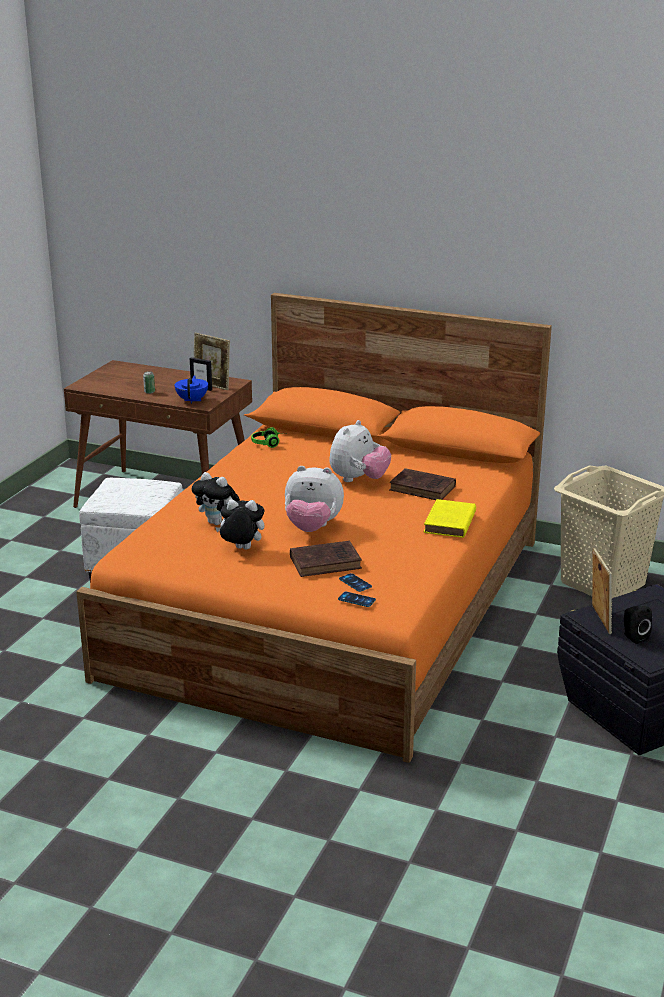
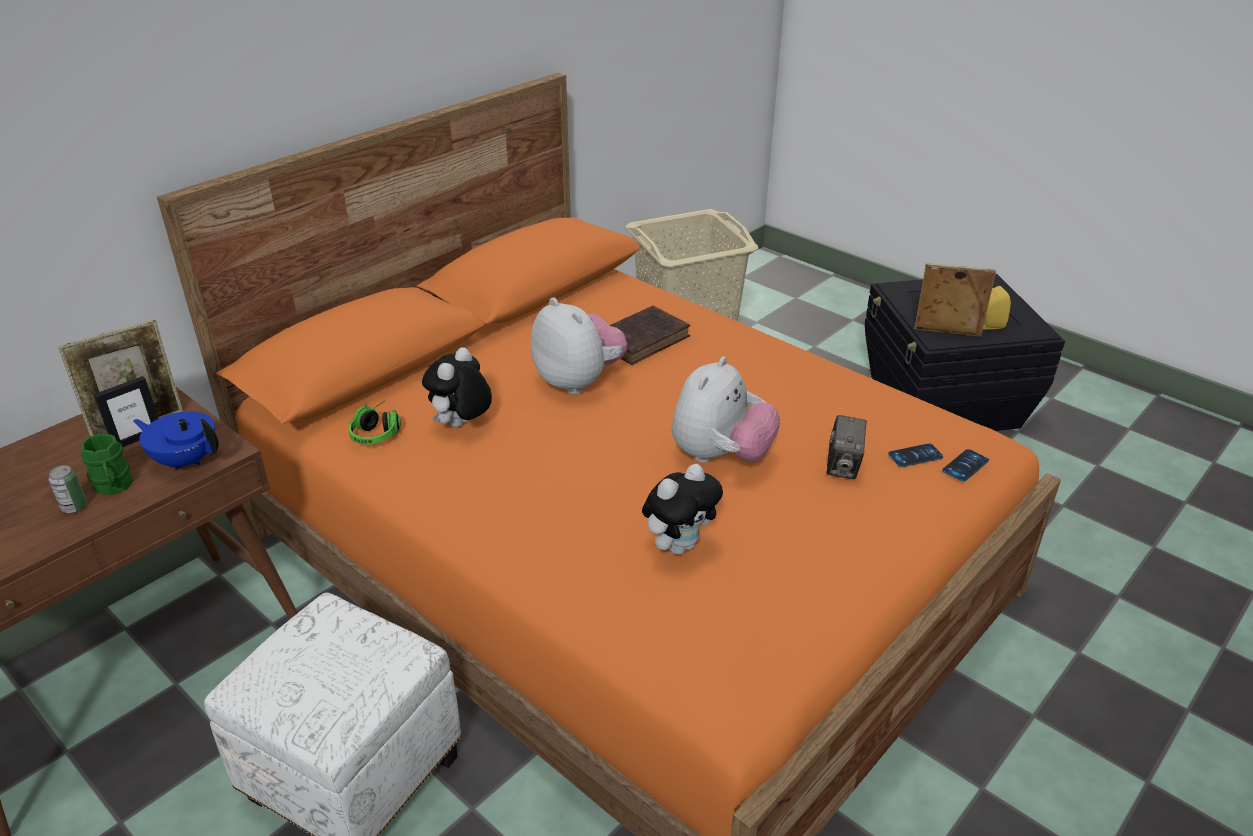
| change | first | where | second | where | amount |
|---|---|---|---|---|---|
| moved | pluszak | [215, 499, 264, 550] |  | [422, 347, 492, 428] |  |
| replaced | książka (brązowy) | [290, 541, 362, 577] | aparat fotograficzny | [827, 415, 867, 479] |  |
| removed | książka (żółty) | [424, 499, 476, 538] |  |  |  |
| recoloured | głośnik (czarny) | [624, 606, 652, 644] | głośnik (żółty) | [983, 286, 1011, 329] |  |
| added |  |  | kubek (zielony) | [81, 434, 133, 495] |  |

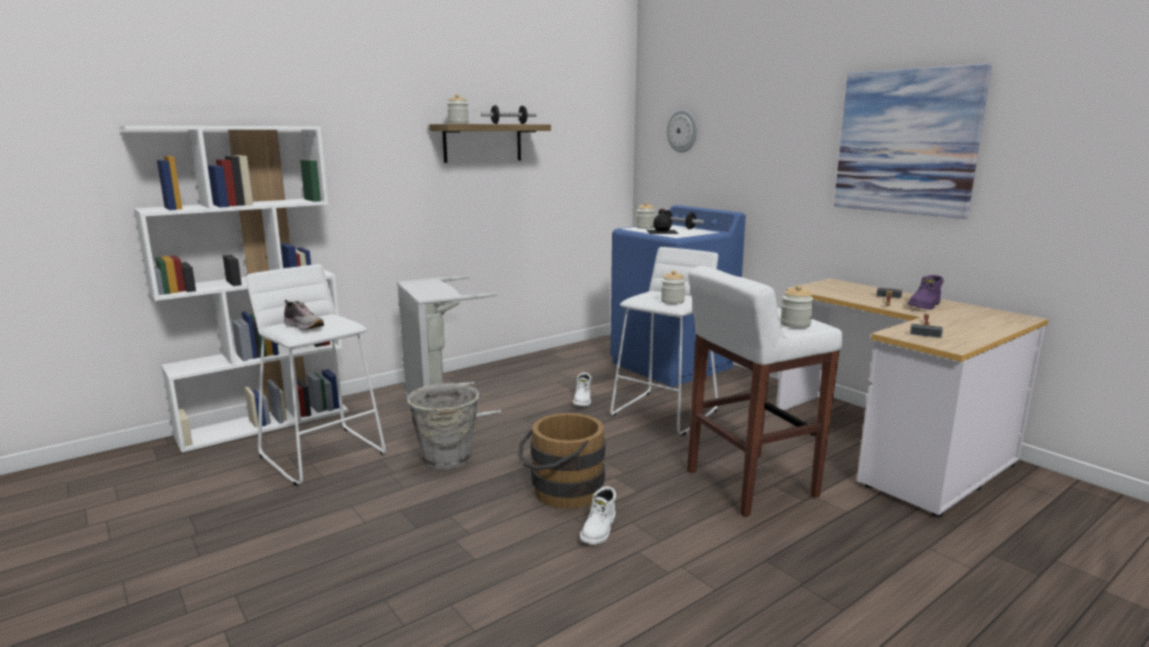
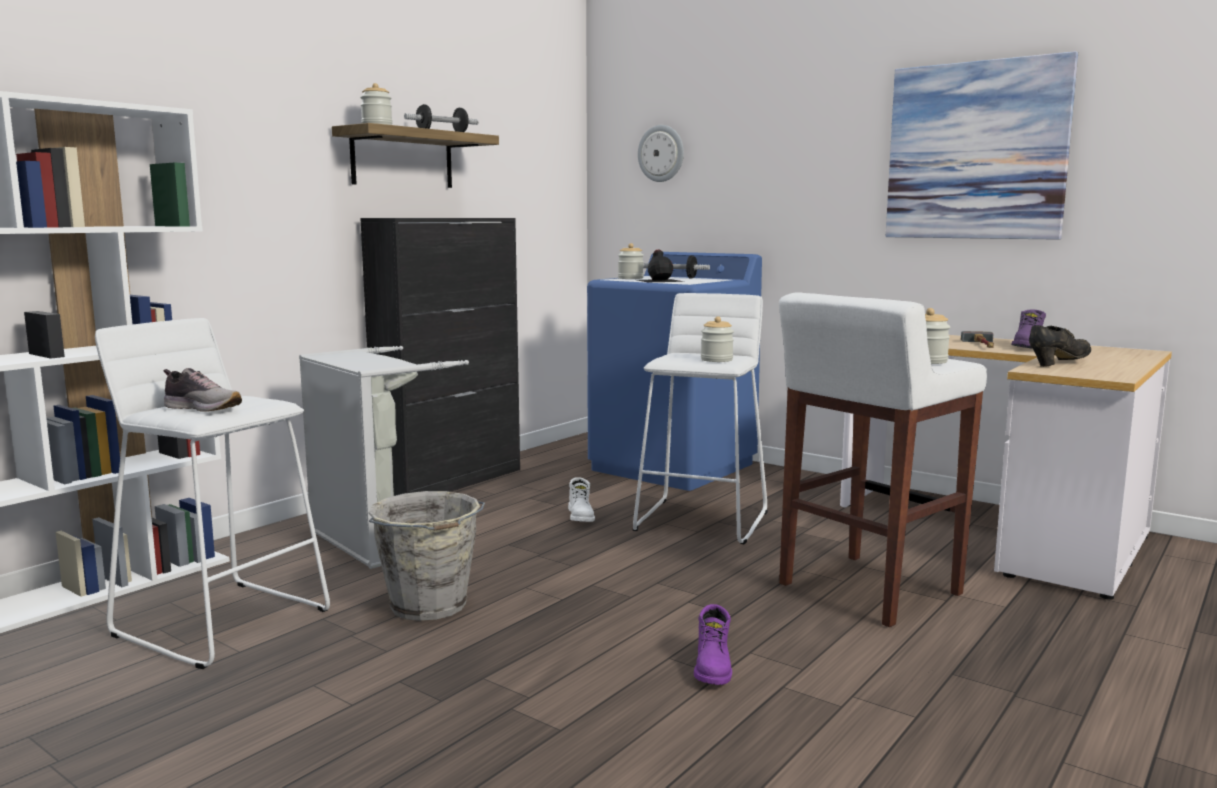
| change | first | where | second | where | amount |
|---|---|---|---|---|---|
| removed | wiadro (brązowy) | [518, 413, 605, 509] |  |  |  |
| recoloured | but z cholewką (biały) | [580, 486, 616, 545] | but z cholewką (fioletowy) | [694, 604, 732, 685] |  |
| replaced | młotek | [910, 314, 943, 338] | but (czarny) | [1029, 325, 1091, 367] |  |
| added |  |  | szafka (czarny) | [360, 218, 520, 496] |  |

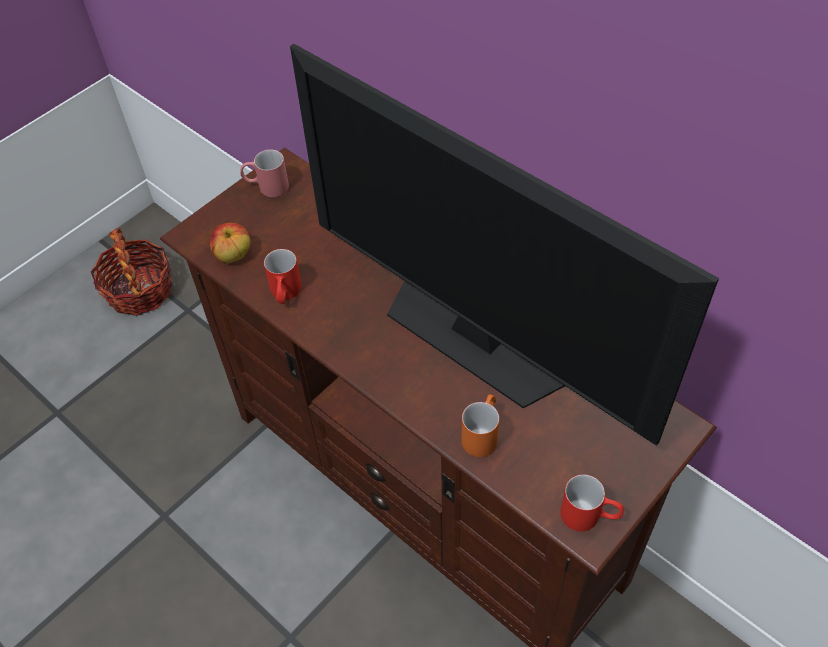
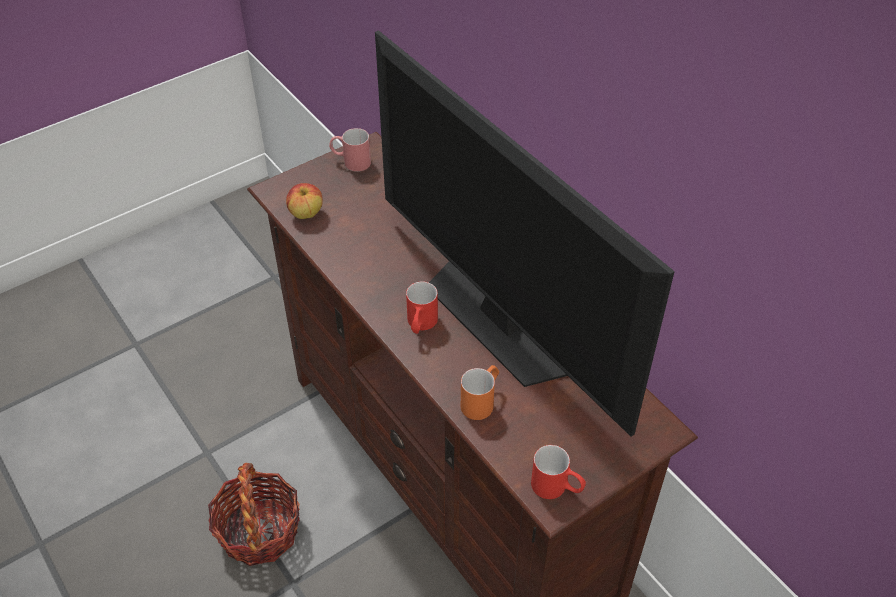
| change | first | where | second | where | amount |
|---|---|---|---|---|---|
| moved | koszyk | [91, 227, 172, 316] |  | [208, 463, 300, 566] |  |
| moved | kubek (czerwony) | [264, 249, 302, 304] |  | [406, 281, 438, 334] |  |

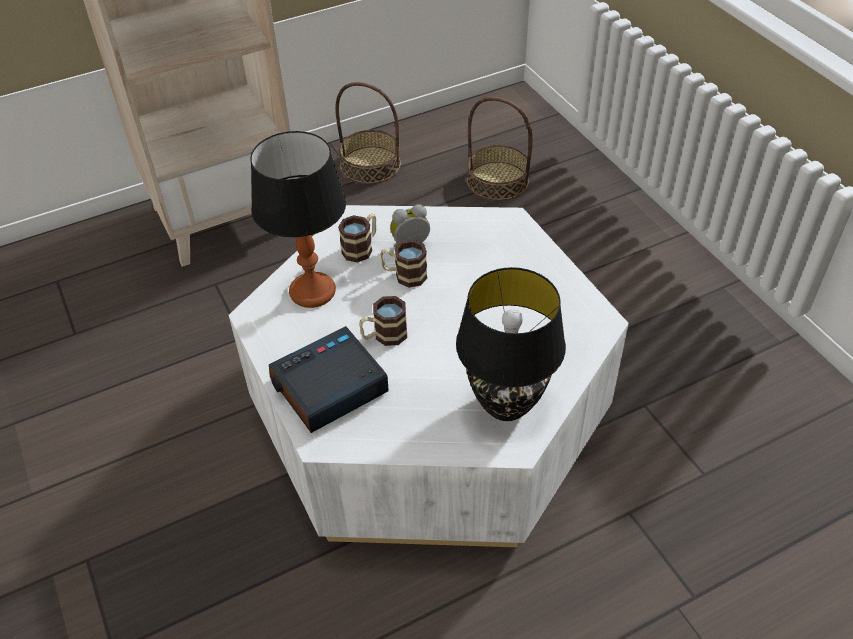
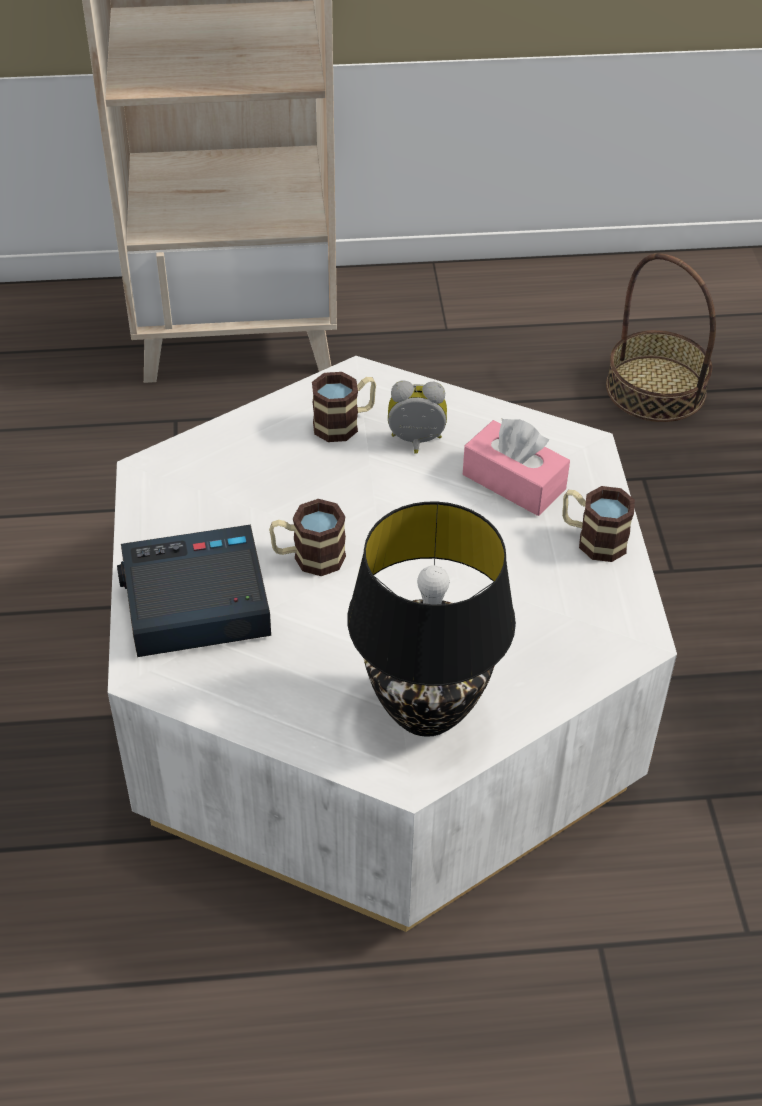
| change | first | where | second | where | amount |
|---|---|---|---|---|---|
| removed | lampa stołowa | [250, 131, 346, 308] |  |  |  |
| removed | koszyk | [335, 82, 401, 184] |  |  |  |
| moved | kubek | [380, 239, 427, 288] |  | [562, 486, 635, 562] |  |
| added |  |  | pudełko chusteczek (różowy) | [463, 418, 570, 516] |  |

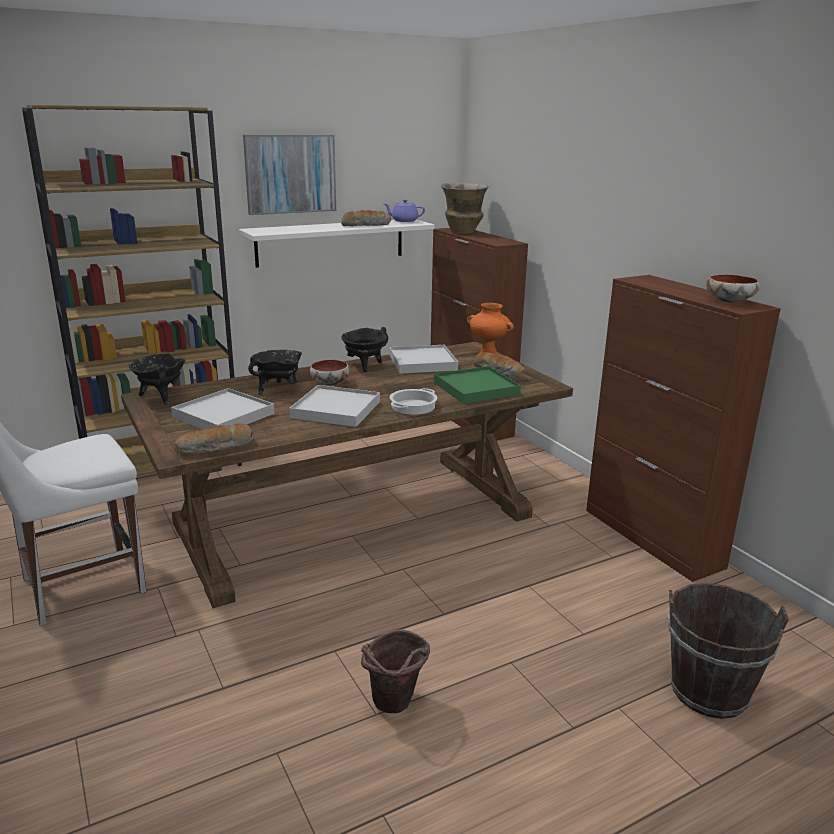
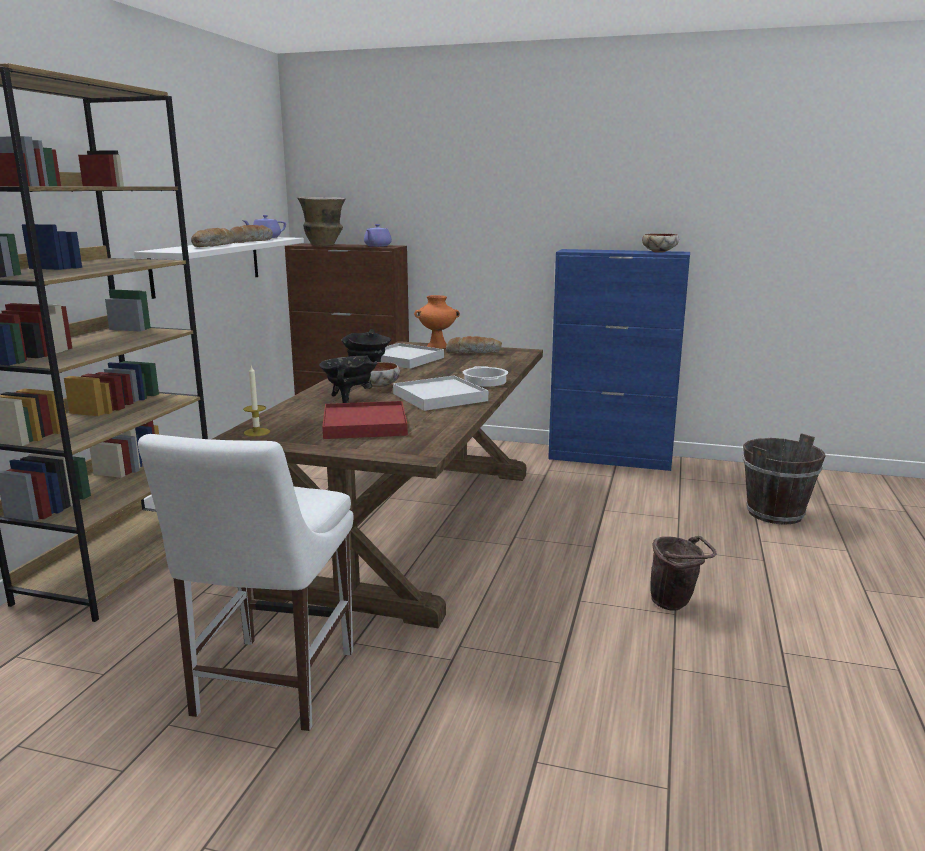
| change | first | where | second | where | amount |
|---|---|---|---|---|---|
| replaced | garnek (czarny) | [129, 353, 185, 404] | świeca | [243, 366, 270, 437] |  |
| recoloured | taca (biały) | [171, 388, 274, 429] | taca (czerwony) | [322, 401, 408, 439] |  |
| moved | chleb | [175, 424, 254, 454] |  | [191, 228, 234, 247] |  |
| removed | obraz | [243, 135, 336, 215] |  |  |  |
| removed | taca (zielony) | [434, 366, 521, 404] |  |  |  |
| recoloured | szafka (brązowy) | [586, 275, 781, 582] | szafka (niebieski) | [548, 249, 690, 471] |  |
| added |  |  | imbryk (fioletowy) | [364, 224, 392, 247] |  |

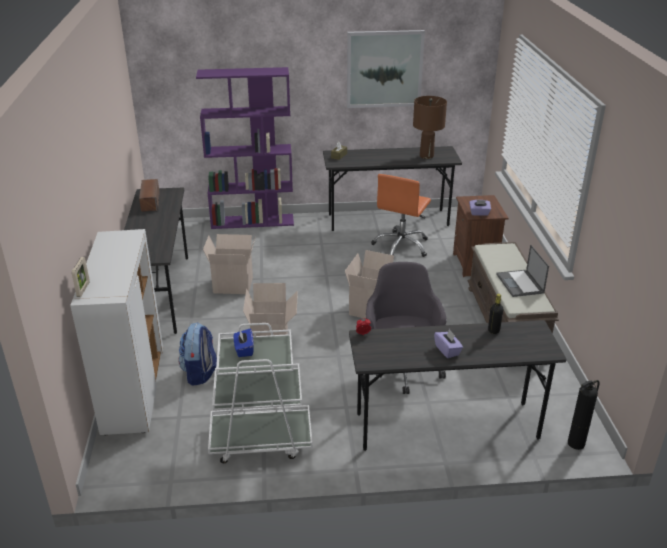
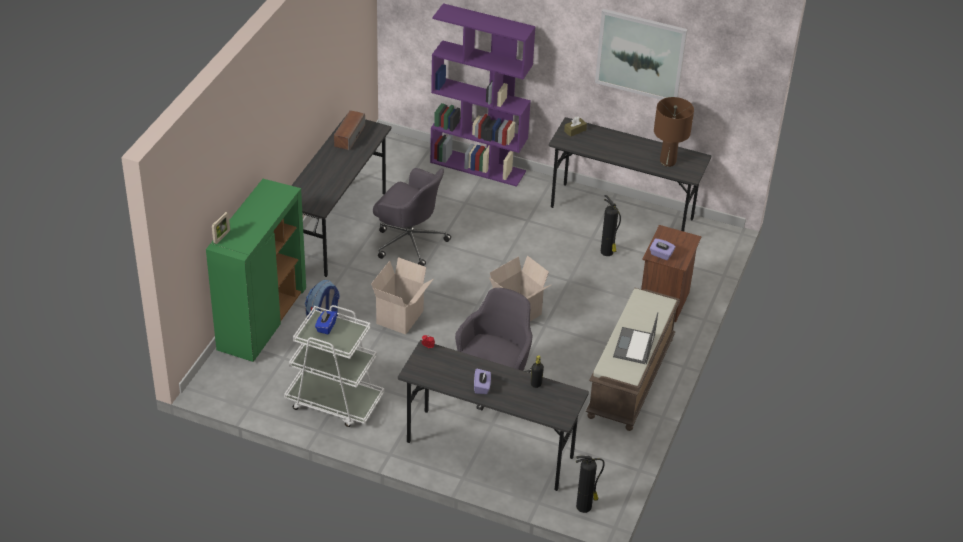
| change | first | where | second | where | amount |
|---|---|---|---|---|---|
| recoloured | szafka (biały) | [70, 229, 163, 436] | szafka (zielony) | [206, 179, 306, 362] |  |
| replaced | karton | [203, 234, 256, 294] | krzesło biurowe (szary) | [373, 168, 451, 266] |  |
| replaced | krzesło biurowe (pomarańczowy) | [371, 174, 431, 257] | gaśnica | [601, 195, 621, 256] |  |

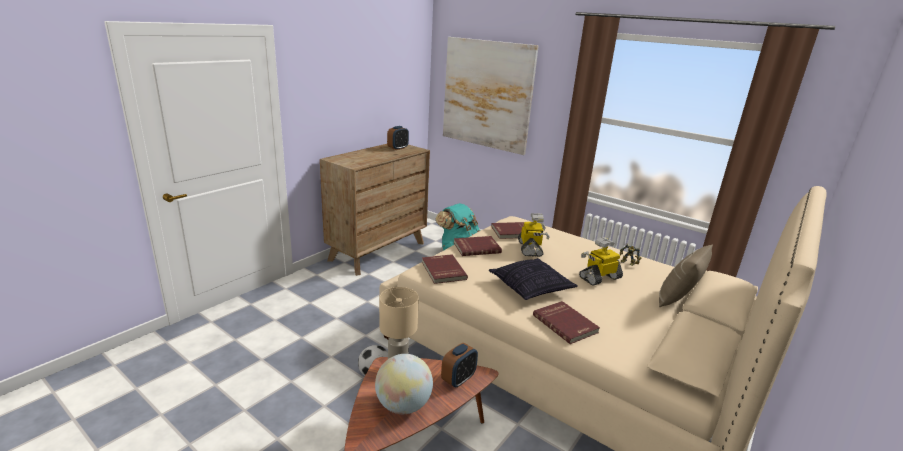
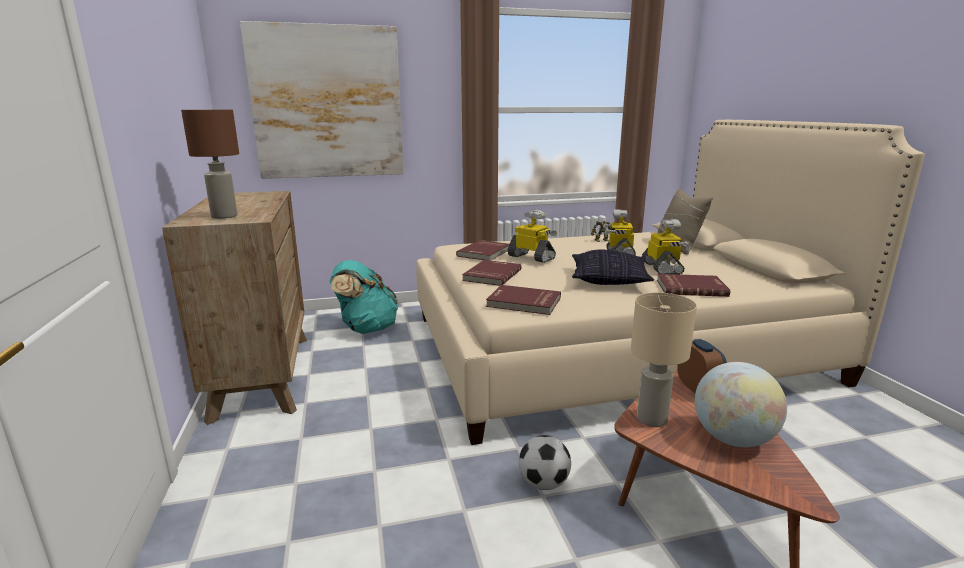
| change | first | where | second | where | amount |
|---|---|---|---|---|---|
| removed | budzik | [387, 126, 409, 150] |  |  |  |
| added |  |  | lampa stołowa (brązowy) | [181, 110, 239, 219] |  |
| added |  |  | robot zabawkowy | [642, 219, 692, 274] |  |

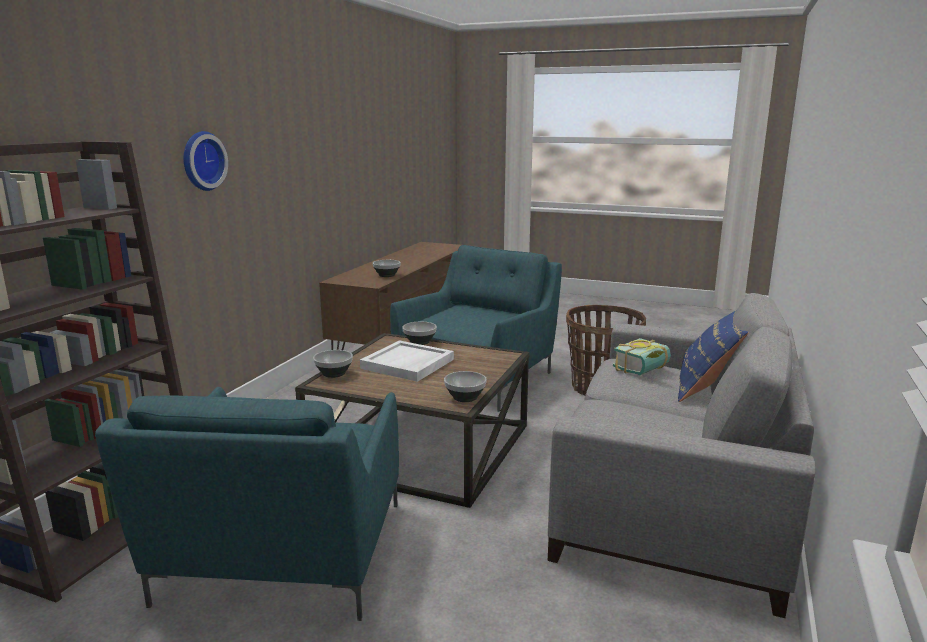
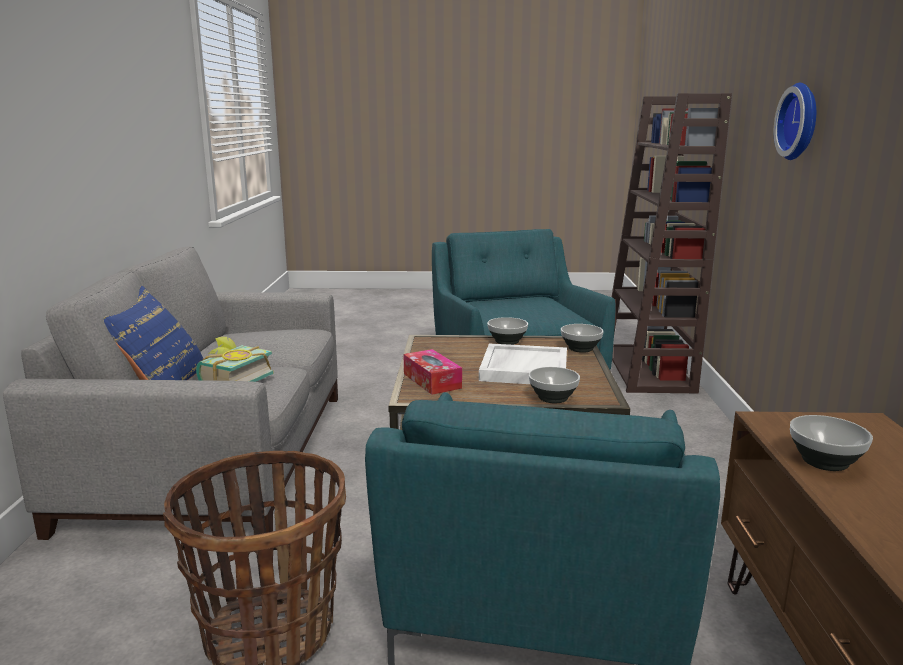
| change | first | where | second | where | amount |
|---|---|---|---|---|---|
| moved | miska | [444, 371, 487, 402] |  | [487, 317, 528, 345] |  |
| added |  |  | pudełko chusteczek | [404, 349, 462, 395] |  |

